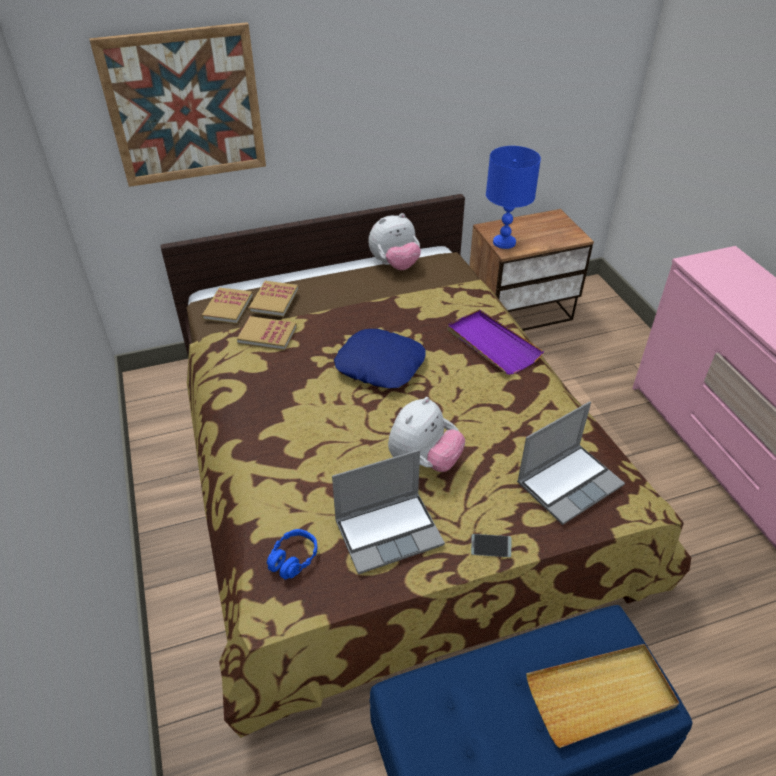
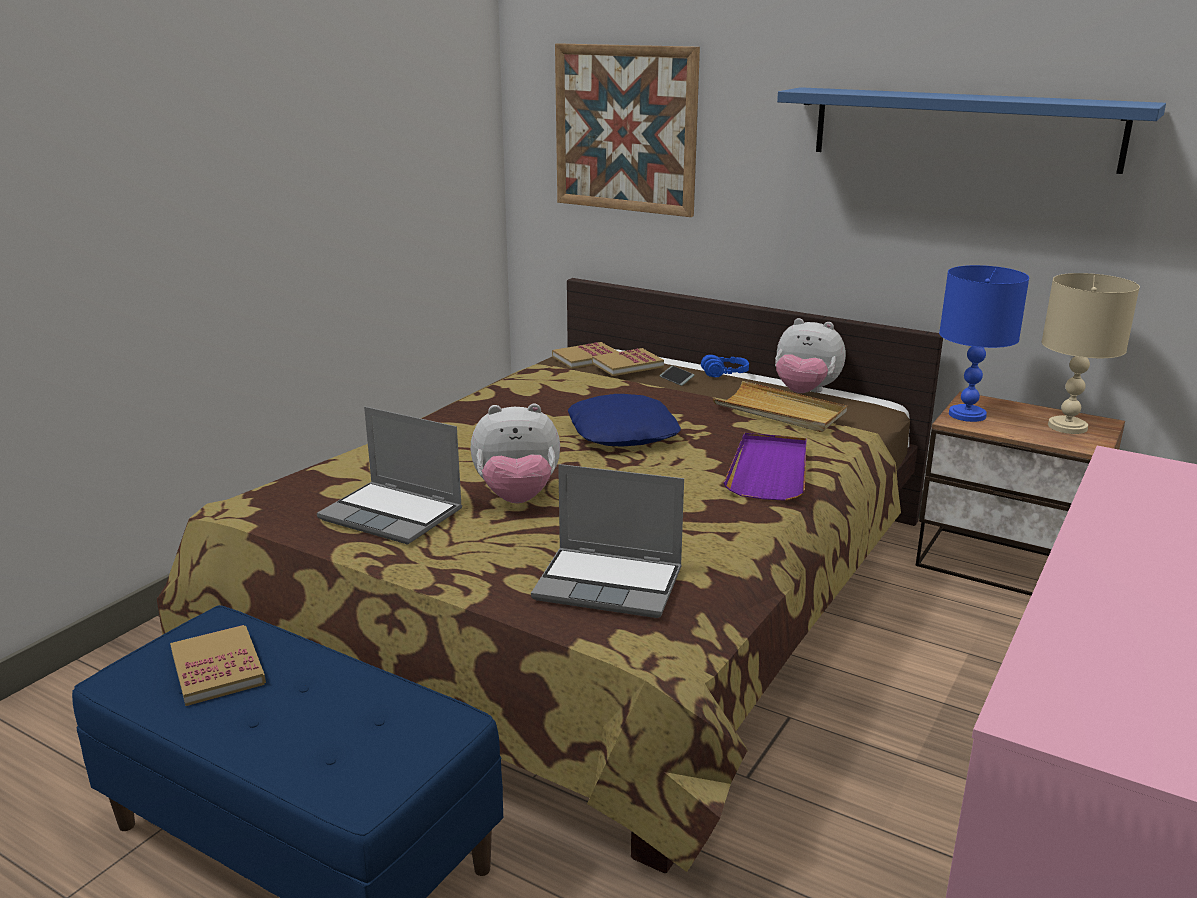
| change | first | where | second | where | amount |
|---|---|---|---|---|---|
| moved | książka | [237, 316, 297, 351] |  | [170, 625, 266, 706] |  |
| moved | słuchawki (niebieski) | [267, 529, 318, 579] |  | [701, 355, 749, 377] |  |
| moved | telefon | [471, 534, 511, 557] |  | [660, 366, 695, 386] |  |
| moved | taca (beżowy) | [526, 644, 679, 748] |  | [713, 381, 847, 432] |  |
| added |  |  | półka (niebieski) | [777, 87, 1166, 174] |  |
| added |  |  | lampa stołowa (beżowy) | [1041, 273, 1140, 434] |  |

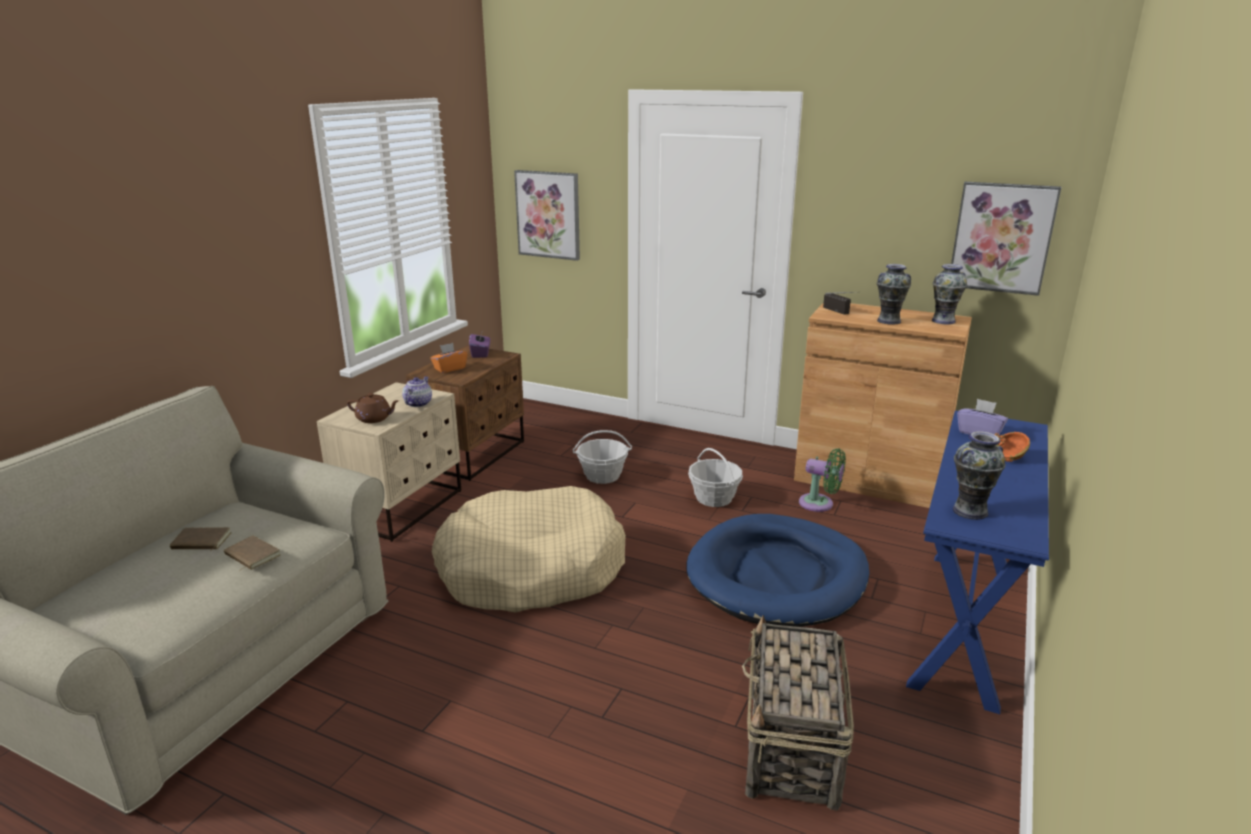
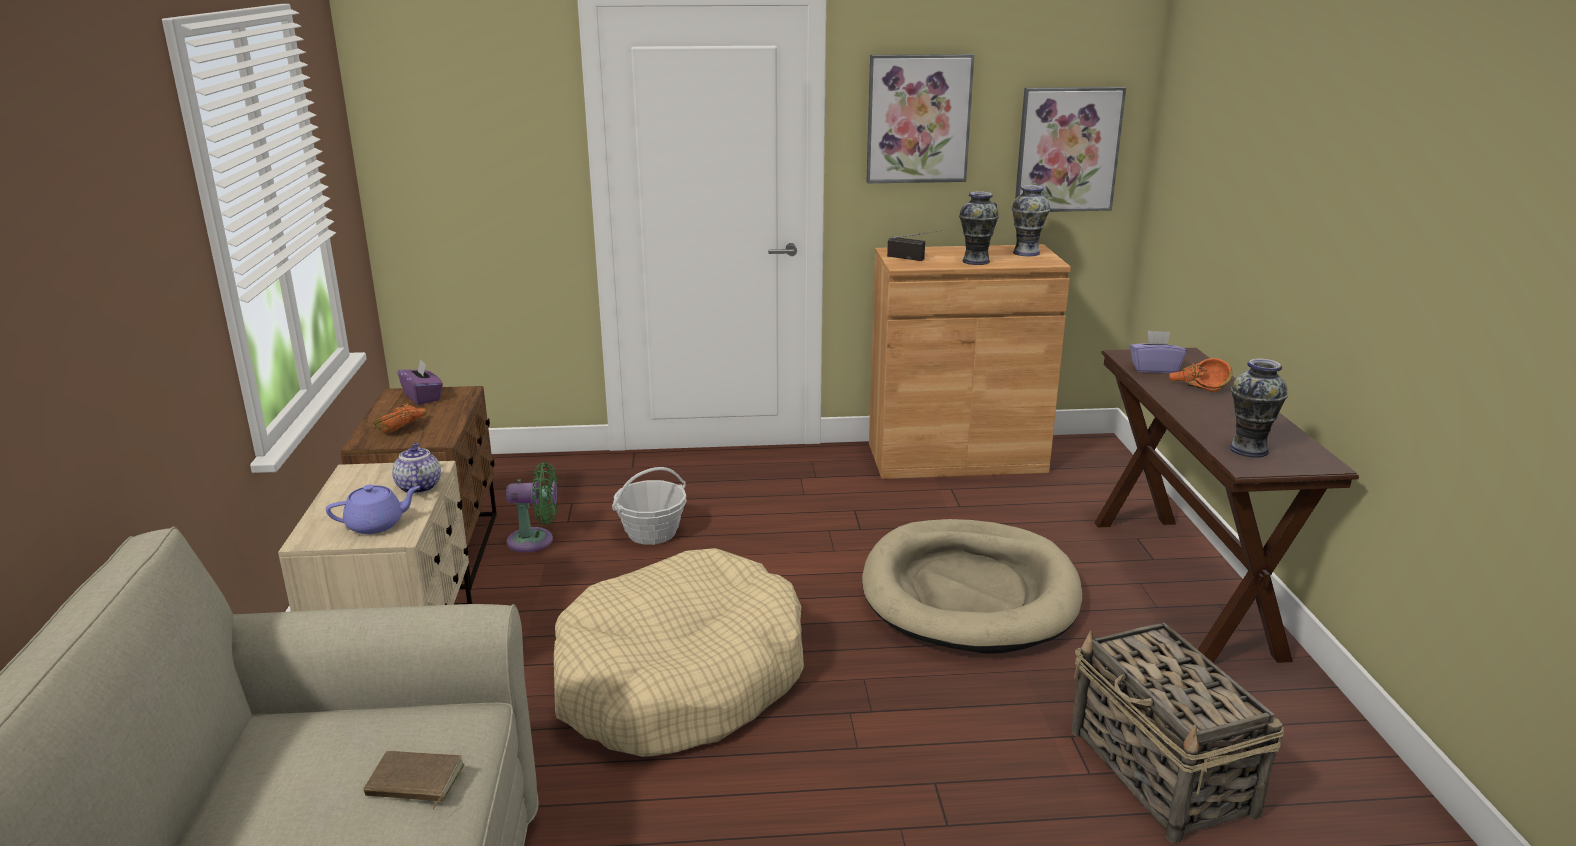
| change | first | where | second | where | amount |
|---|---|---|---|---|---|
| removed | książka (brązowy) | [170, 527, 232, 552] |  |  |  |
| recoloured | imbryk (brązowy) | [347, 393, 399, 423] | imbryk (fioletowy) | [326, 485, 420, 534] |  |
| replaced | pudełko chusteczek (pomarańczowy) | [430, 343, 468, 373] | miska (pomarańczowy) | [373, 403, 427, 432] |  |
| moved | obraz | [514, 170, 580, 261] |  | [867, 54, 974, 183] |  |
| recoloured | legowisko (niebieski) | [687, 514, 869, 627] | legowisko (beżowy) | [862, 519, 1082, 654] |  |
| removed | koszyk | [688, 448, 743, 507] |  |  |  |
| moved | wentylator (zielony) | [799, 448, 846, 512] |  | [506, 462, 558, 553] |  |
| recoloured | stolik konsolowy (niebieski) | [906, 410, 1049, 714] | stolik konsolowy (brązowy) | [1095, 348, 1359, 663] |  |

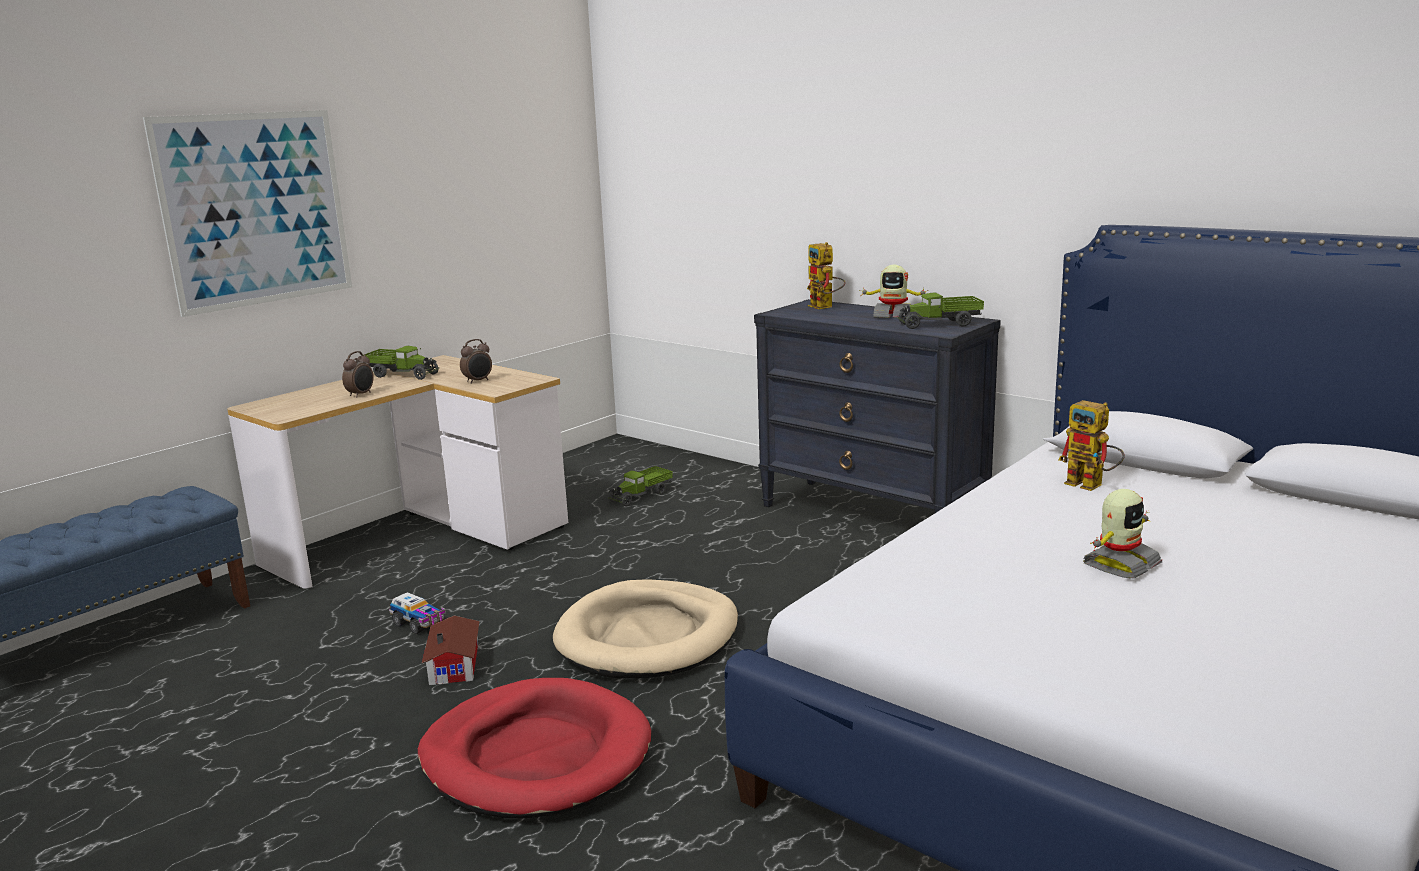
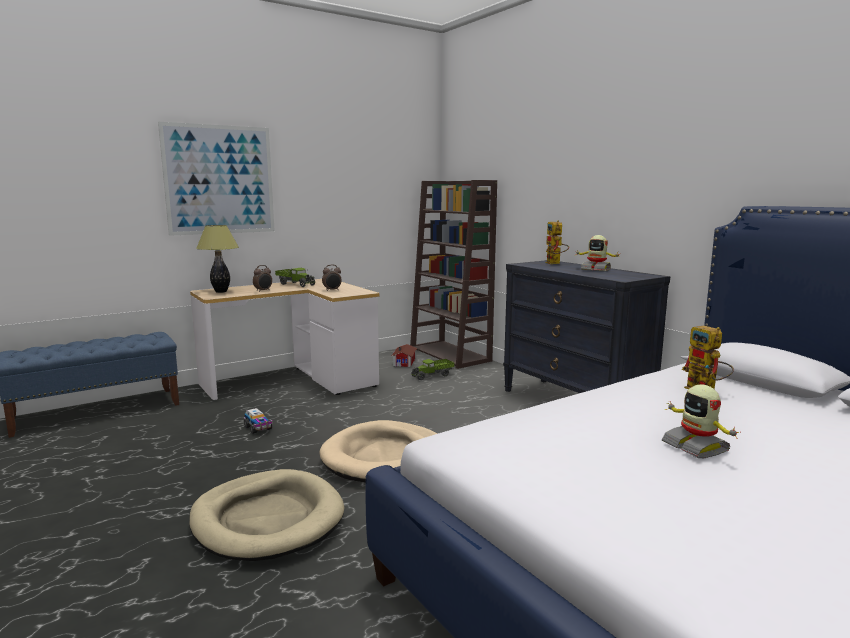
| change | first | where | second | where | amount |
|---|---|---|---|---|---|
| recoloured | legowisko (czerwony) | [418, 678, 651, 818] | legowisko (beżowy) | [189, 469, 344, 561] |  |
| moved | domek | [422, 615, 480, 685] |  | [392, 344, 417, 367] |  |
| removed | ciężarówka zabawkowa | [898, 292, 984, 329] |  |  |  |
| turned | robot zabawkowy | [1083, 489, 1162, 579] |  | [662, 384, 741, 458] | 90 degrees clockwise |
| added |  |  | lampa stołowa | [196, 225, 239, 293] |  |
| added |  |  | regał (brązowy) | [410, 180, 497, 369] |  |

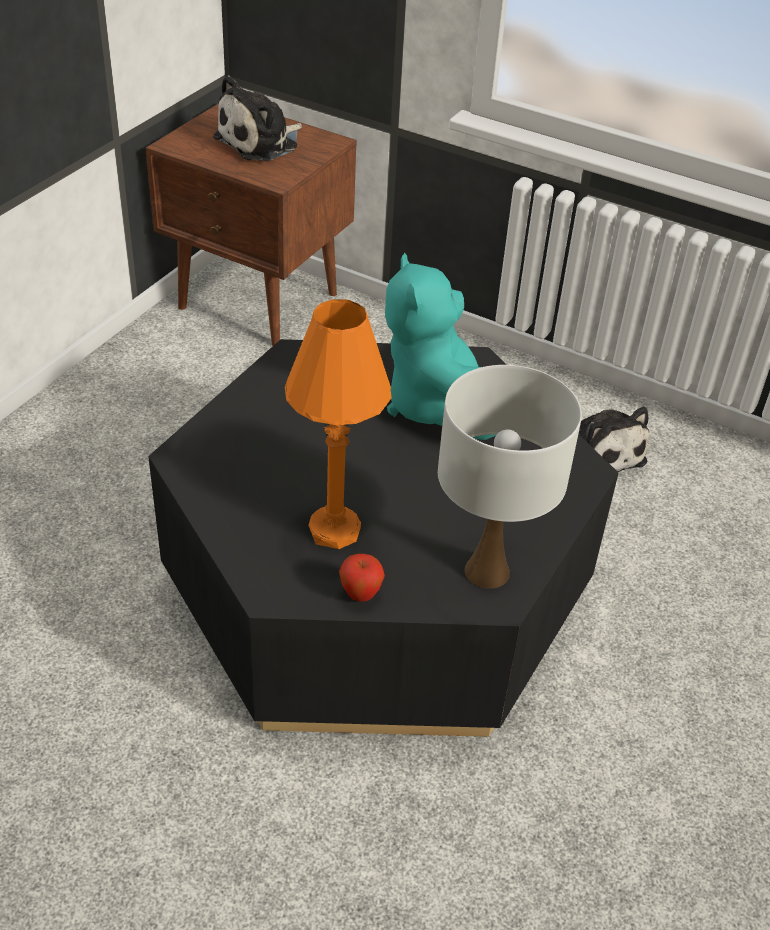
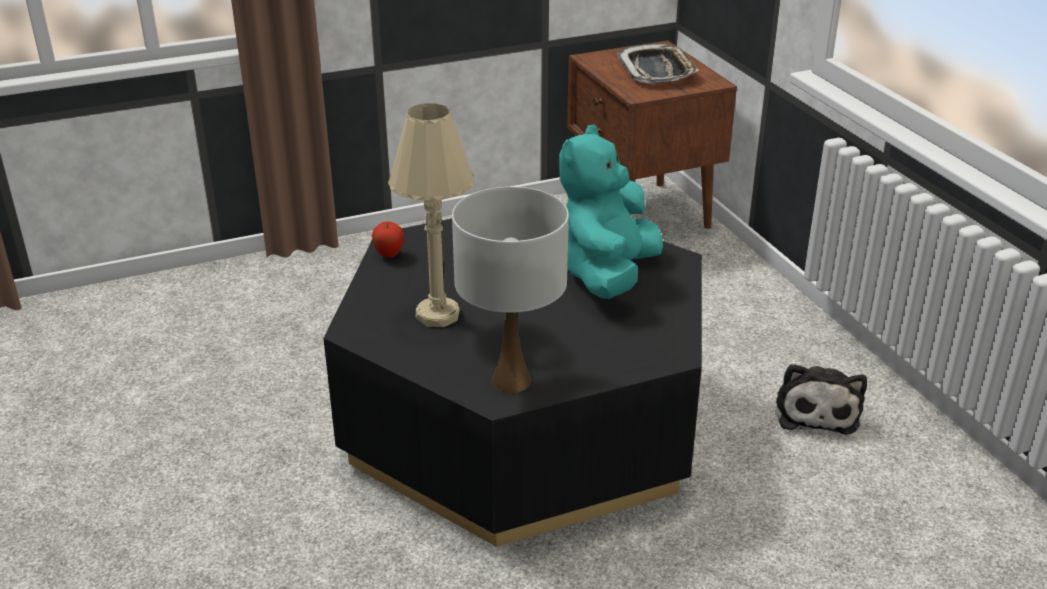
| change | first | where | second | where | amount |
|---|---|---|---|---|---|
| replaced | pluszak | [213, 75, 302, 161] | taca | [618, 44, 699, 83] |  |
| recoloured | lampa stołowa (pomarańczowy) | [285, 300, 392, 549] | lampa stołowa (beżowy) | [388, 103, 475, 327] |  |
| moved | jabłko | [339, 554, 385, 602] |  | [372, 222, 404, 258] |  |

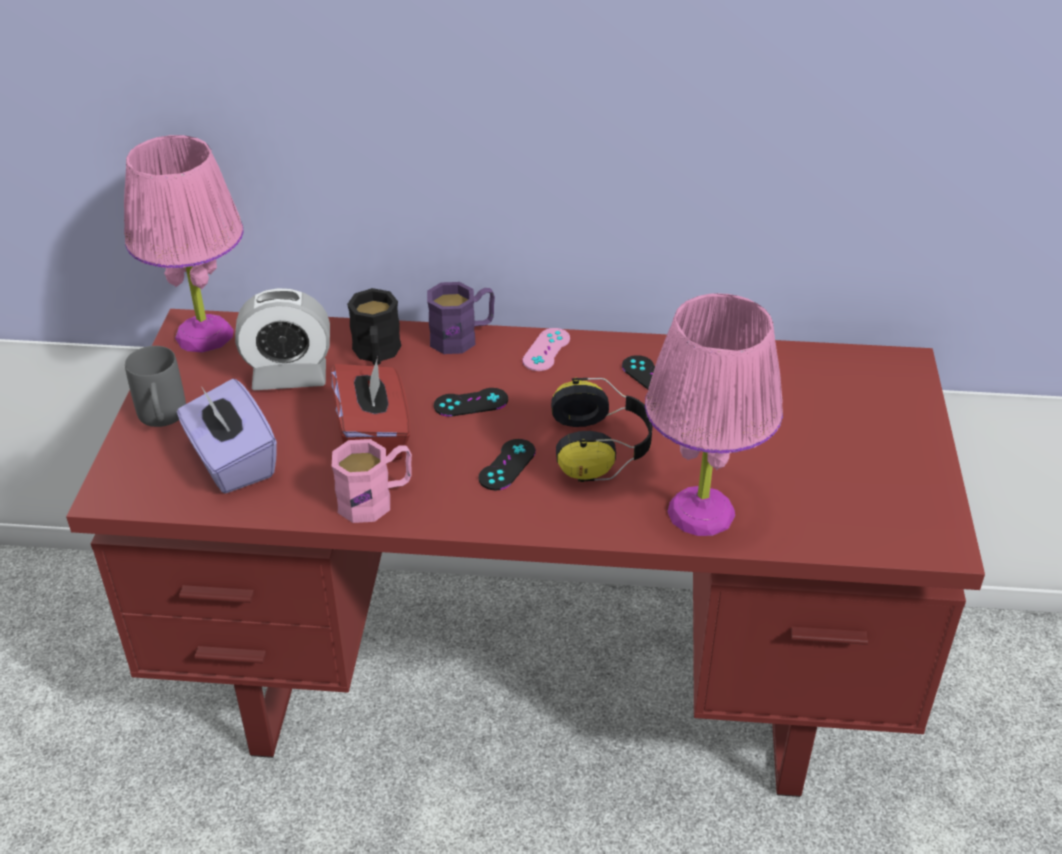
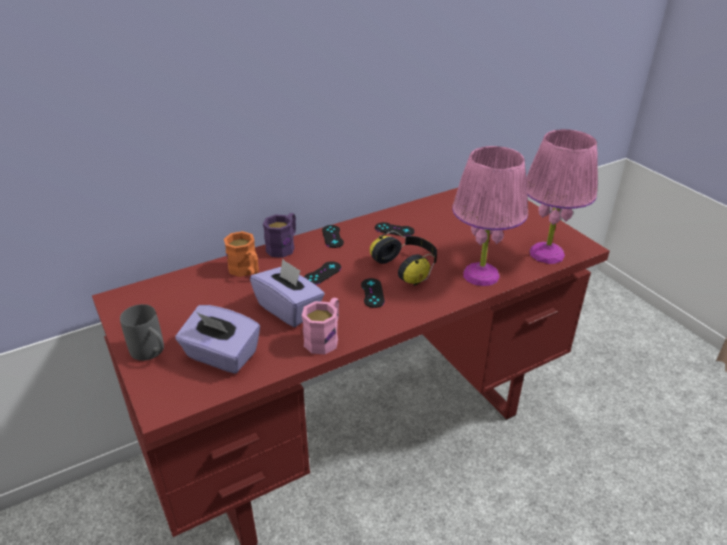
| change | first | where | second | where | amount |
|---|---|---|---|---|---|
| moved | lampa stołowa (różowy) | [124, 135, 244, 353] |  | [526, 129, 598, 264] |  |
| removed | budzik | [235, 288, 330, 390] |  |  |  |
| recoloured | pudełko chusteczek (czerwony) | [331, 357, 410, 461] | pudełko chusteczek (fioletowy) | [250, 258, 325, 327] |  |
| recoloured | kubek (czarny) | [347, 288, 401, 365] | kubek (pomarańczowy) | [224, 231, 259, 277] |  |
| recoloured | pad do gier (różowy) | [522, 328, 570, 371] | pad do gier (czarny) | [322, 225, 344, 248] |  |

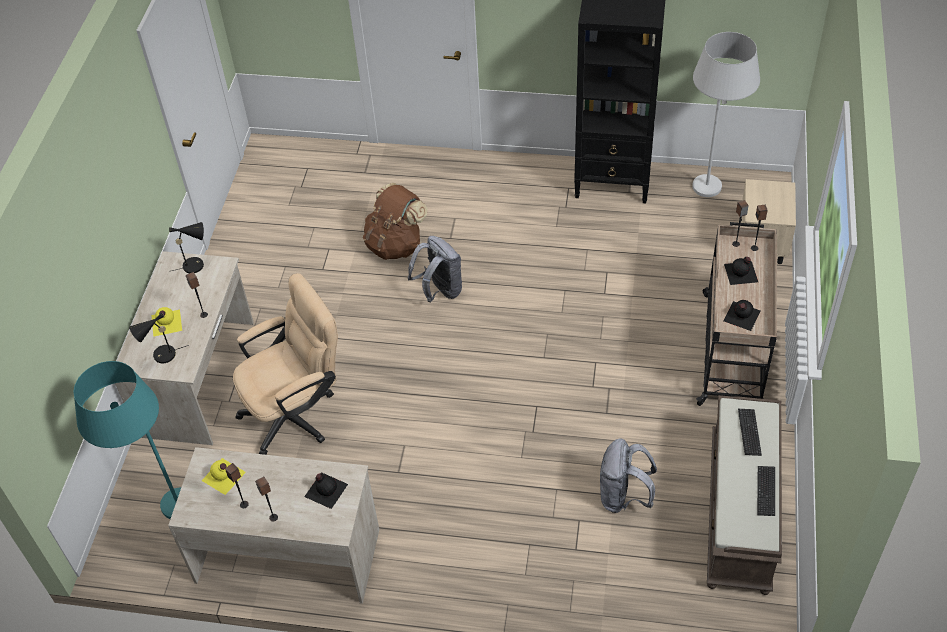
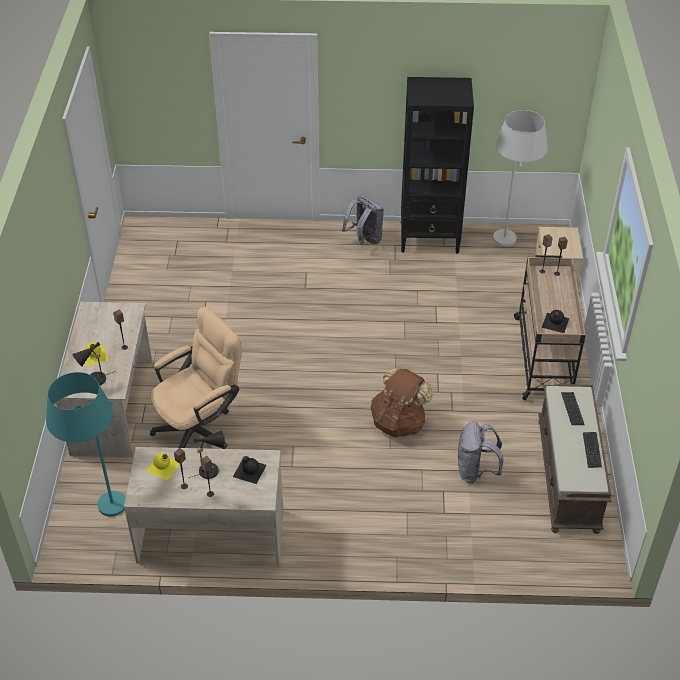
| change | first | where | second | where | amount |
|---|---|---|---|---|---|
| moved | lampa stołowa (czarny) | [169, 222, 204, 273] |  | [189, 431, 225, 479] |  |
| moved | plecak (brązowy) | [363, 183, 428, 260] |  | [371, 367, 434, 438] |  |
| moved | plecak (szary) | [408, 236, 462, 302] |  | [342, 196, 384, 245] |  |
| removed | butelka (czarny) | [724, 257, 758, 285] |  |  |  |

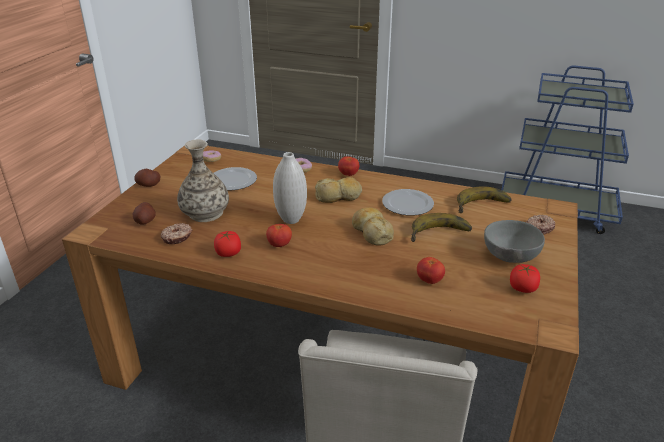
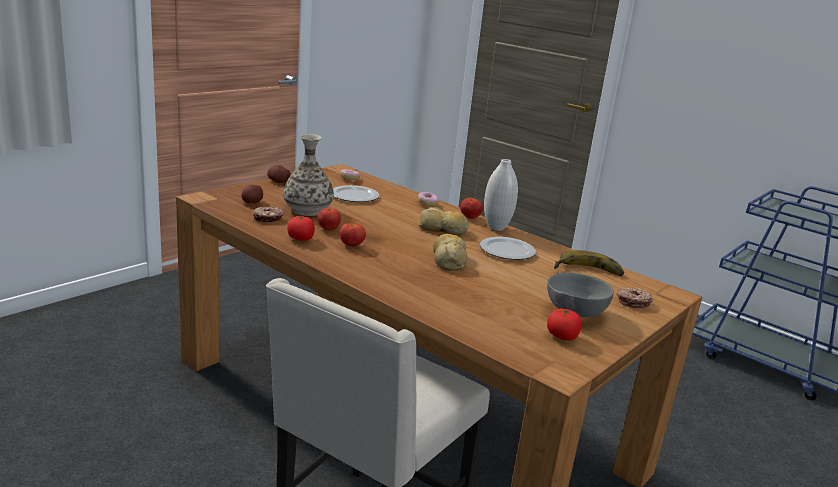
| change | first | where | second | where | amount |
|---|---|---|---|---|---|
| moved | wazon (biały) | [273, 152, 307, 224] |  | [484, 159, 518, 231] |  |
| removed | banan | [411, 213, 472, 242] |  |  |  |
| moved | pomidor | [417, 257, 445, 284] |  | [317, 207, 341, 230] |  |

